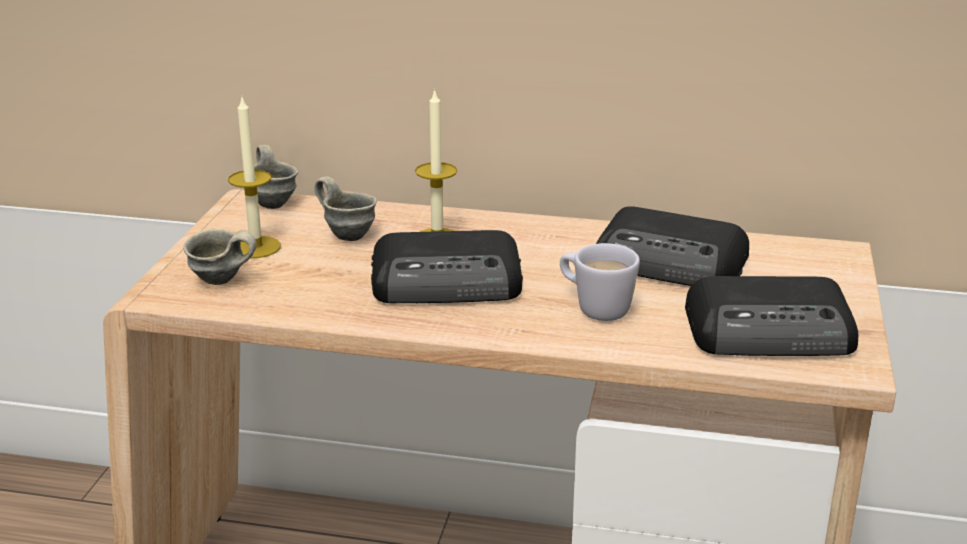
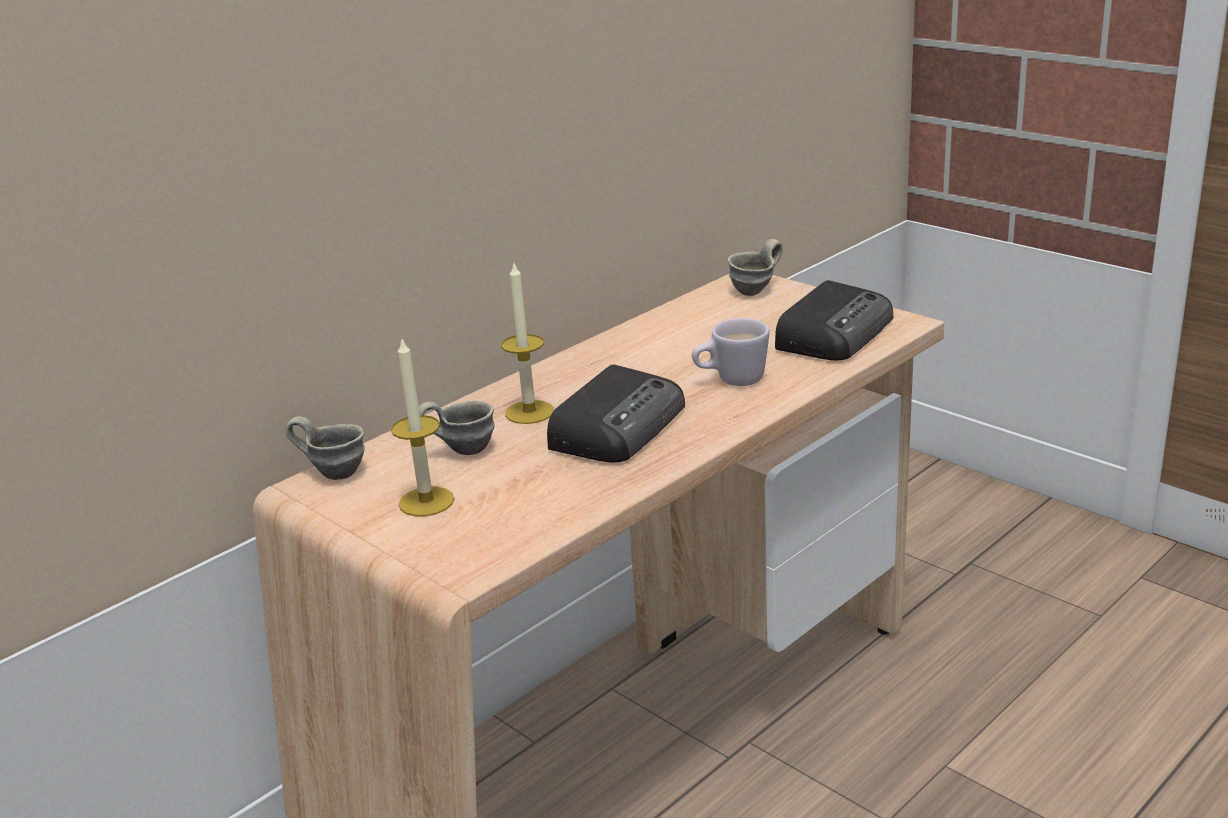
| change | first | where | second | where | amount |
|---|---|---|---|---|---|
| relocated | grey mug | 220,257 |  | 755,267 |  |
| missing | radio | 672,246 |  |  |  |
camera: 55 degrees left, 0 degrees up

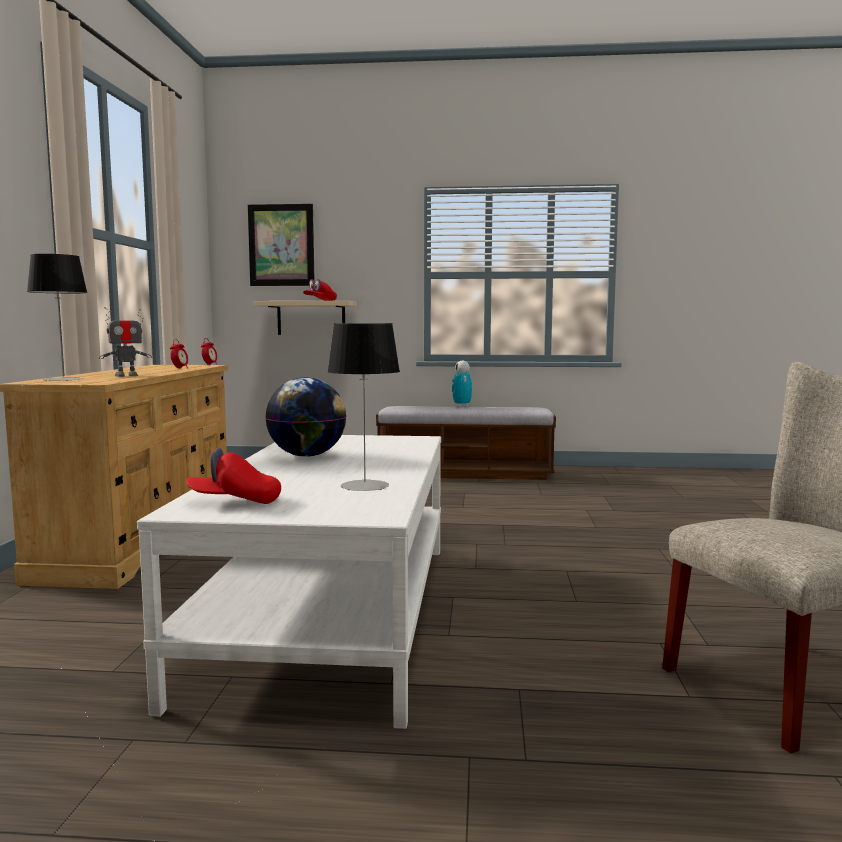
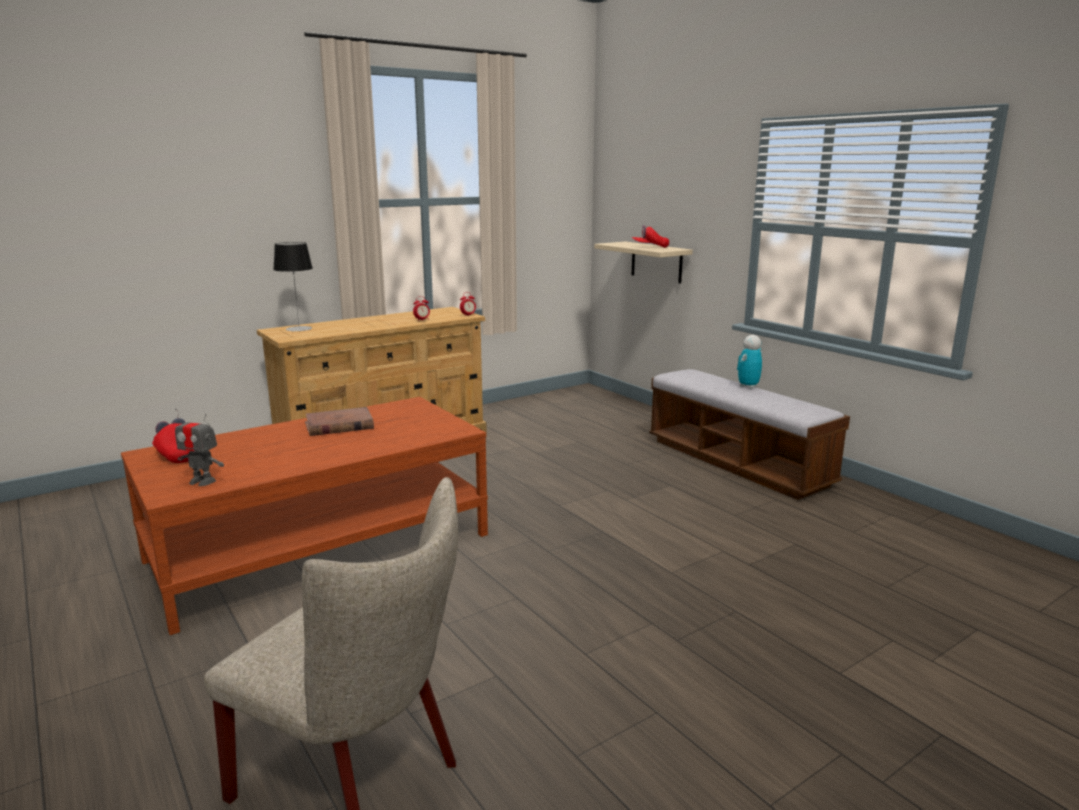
| change | first | where | second | where | amount |
|---|---|---|---|---|---|
| relocated | toy robot | 125,342 |  | 199,447 |  |
| colour | white coffee table | 289,582 | brown coffee table | 304,516 |  |
| missing | picture | 281,245 |  |  |  |
| exchanged | globe | 305,417 | brown book | 339,421 |  |
| missing | table lamp | 363,407 |  |  |  |
camera: 50 degrees right, 10 degrees up

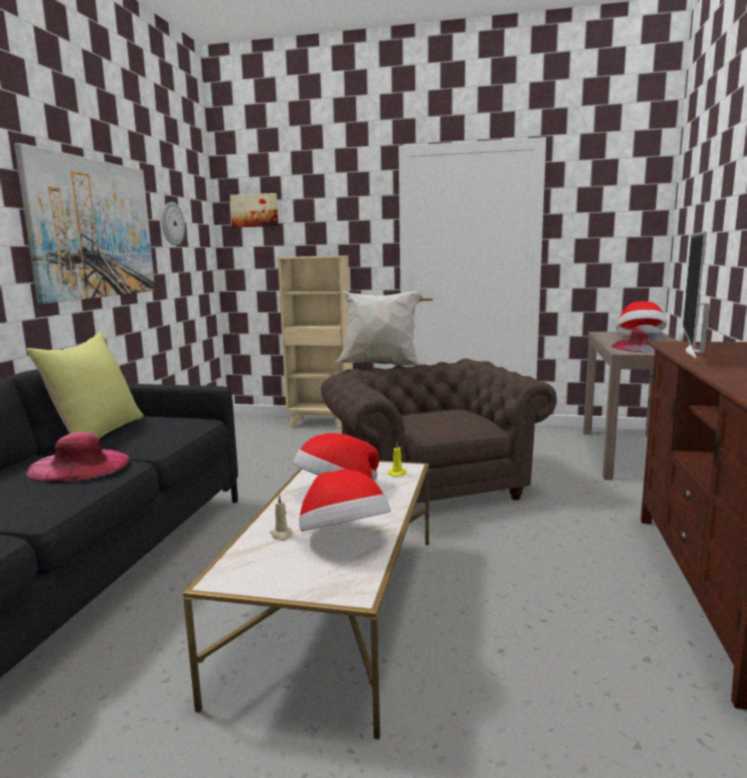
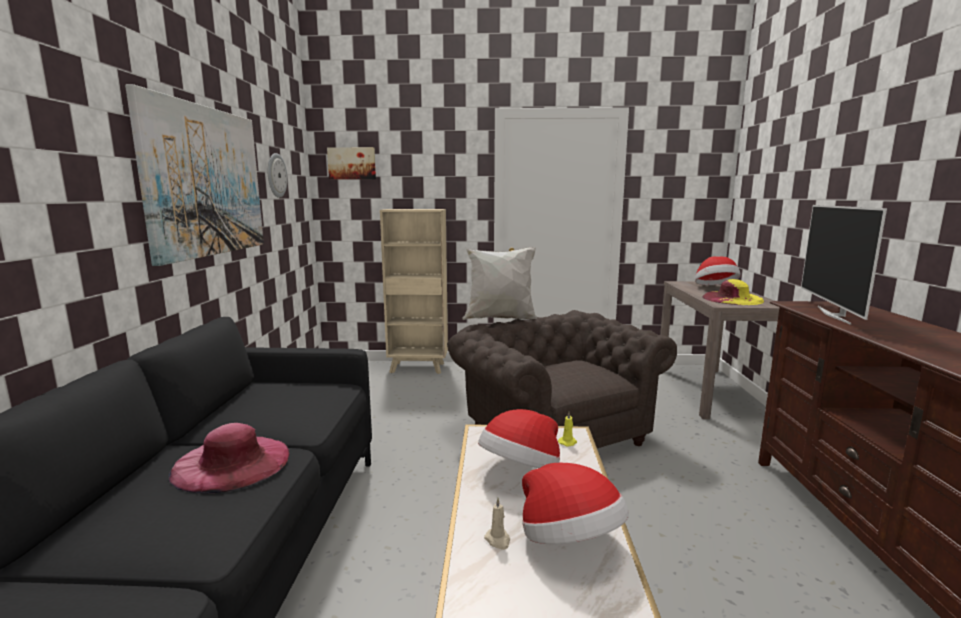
| change | first | where | second | where | amount |
|---|---|---|---|---|---|
| missing | yellow pillow | 85,385 |  |  |  |
| colour | grey hat | 637,339 | yellow hat | 733,292 |  |
camera: 10 degrees left, 0 degrees up

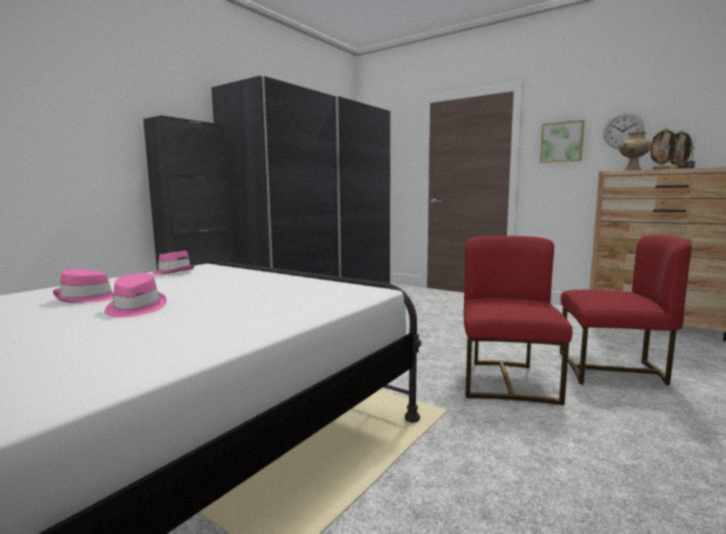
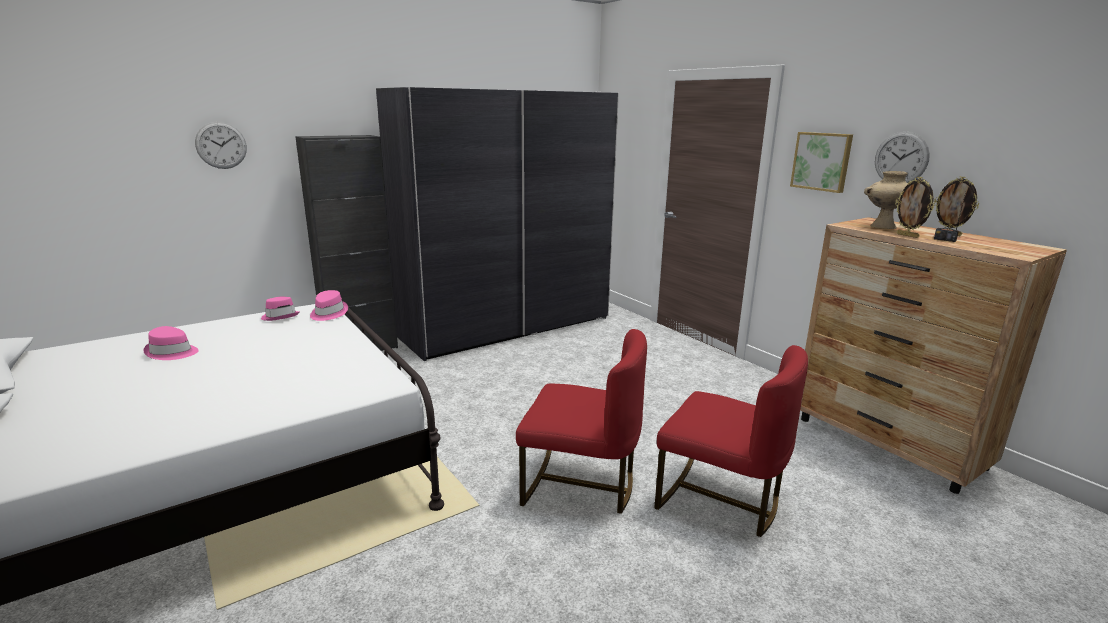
| change | first | where | second | where | amount |
|---|---|---|---|---|---|
| relocated | pink hat | 136,295 |  | 329,305 |  |
| spun | red chair | 518,320 |  | 581,421 | 75 degrees clockwise |
| appeared |  |  | wall clock | 221,145 |  |
camera: 20 degrees right, 10 degrees up

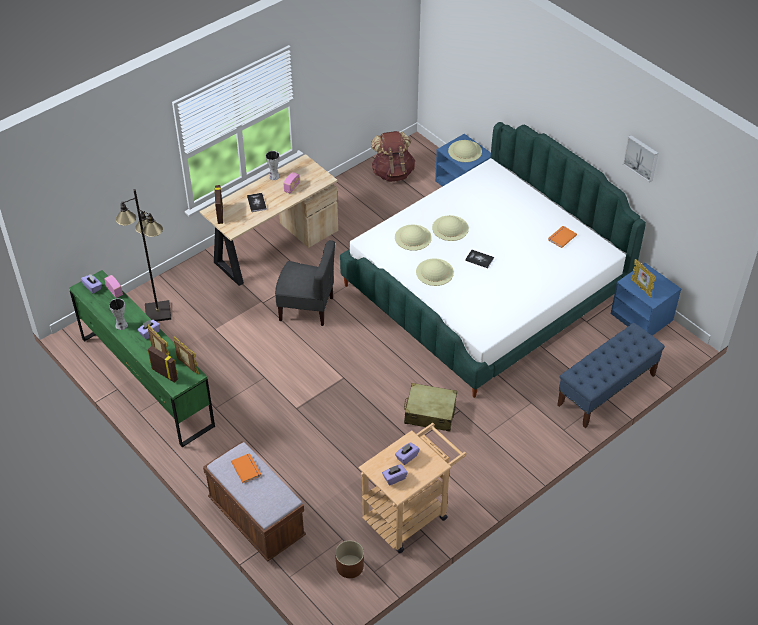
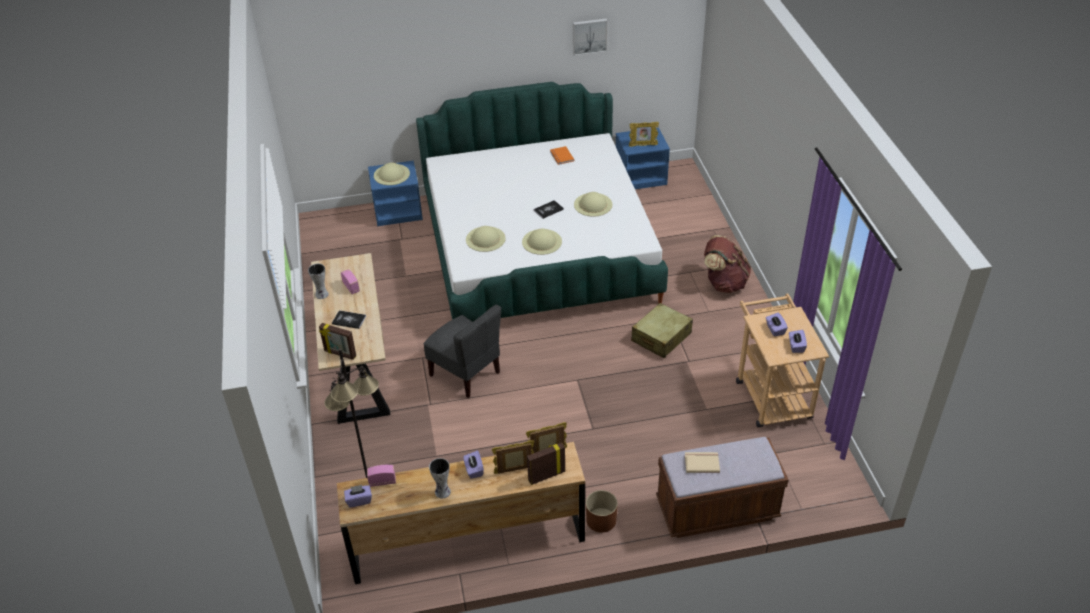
| change | first | where | second | where | amount |
|---|---|---|---|---|---|
| colour | green dresser | 142,359 | brown dresser | 461,513 |  |
| colour | orange book | 246,468 | beige book | 702,462 |  |
| spun | grey chair | 305,283 |  | 462,351 | 90 degrees clockwise |
| relocated | brown planter | 349,559 |  | 602,511 |  |
| relocated | brown backpack | 393,156 |  | 727,264 |  |
| relocated | beige hat | 450,228 |  | 593,204 |  |
| missing | blue bench | 611,375 |  |  |  |
camera: 60 degrees left, 5 degrees down

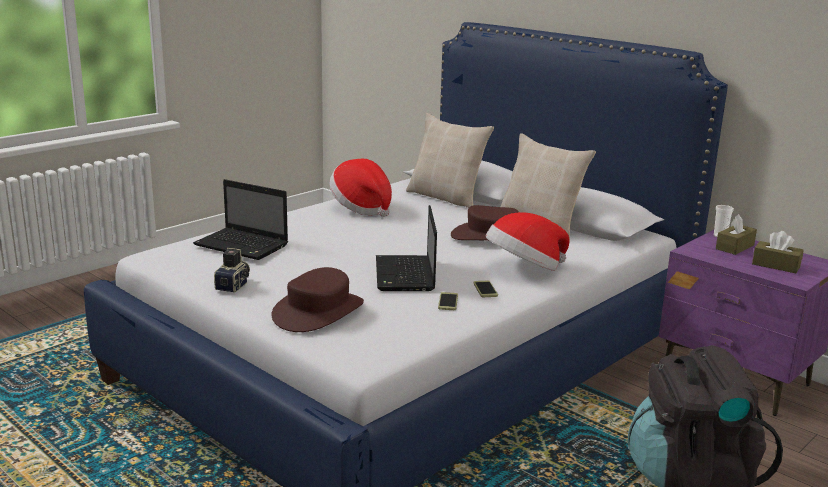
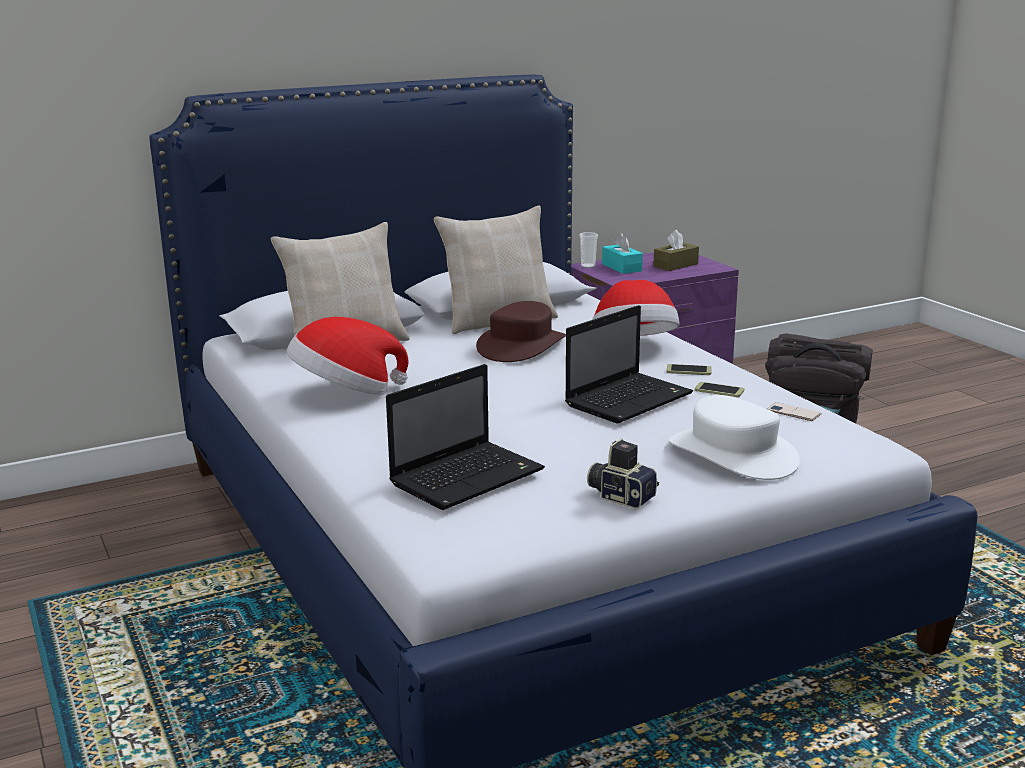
| change | first | where | second | where | amount |
|---|---|---|---|---|---|
| colour | brown hat | 317,299 | white hat | 734,437 |  |
| spun | laptop | 406,248 |  | 629,364 | 60 degrees counterclockwise |
| colour | brown tissue box | 736,234 | turquoise tissue box | 622,253 |  |
| appeared |  |  | phone | 794,411 |  |
camera: 70 degrees left, 0 degrees up

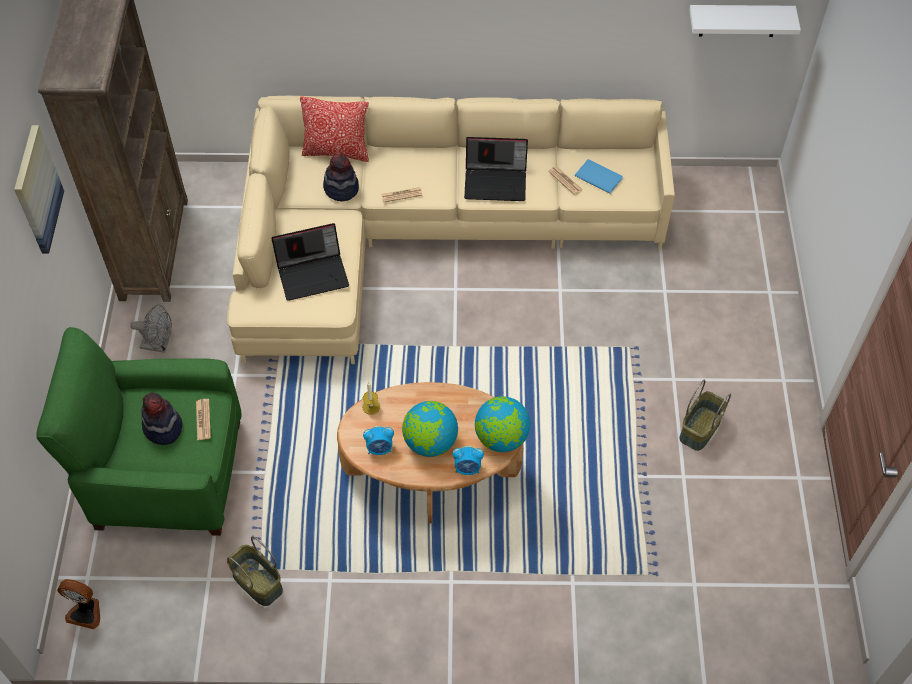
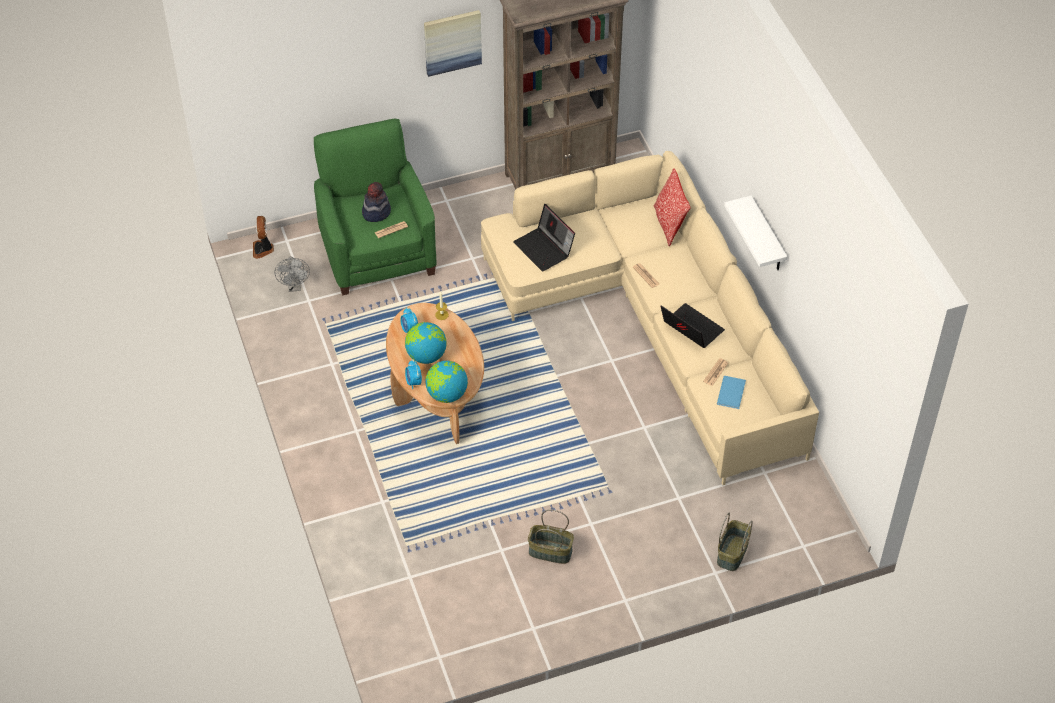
| change | first | where | second | where | amount |
|---|---|---|---|---|---|
| relocated | grey fan | 151,329 |  | 292,274 |  |
| relocated | basket | 255,571 |  | 735,542 |  |
| missing | hat | 341,178 |  |  |  |
| spun | laptop | 496,169 |  | 693,325 | 150 degrees clockwise |
| relocated | white shelf | 745,21 |  | 755,233 |  |
camera: 70 degrees right, 5 degrees down

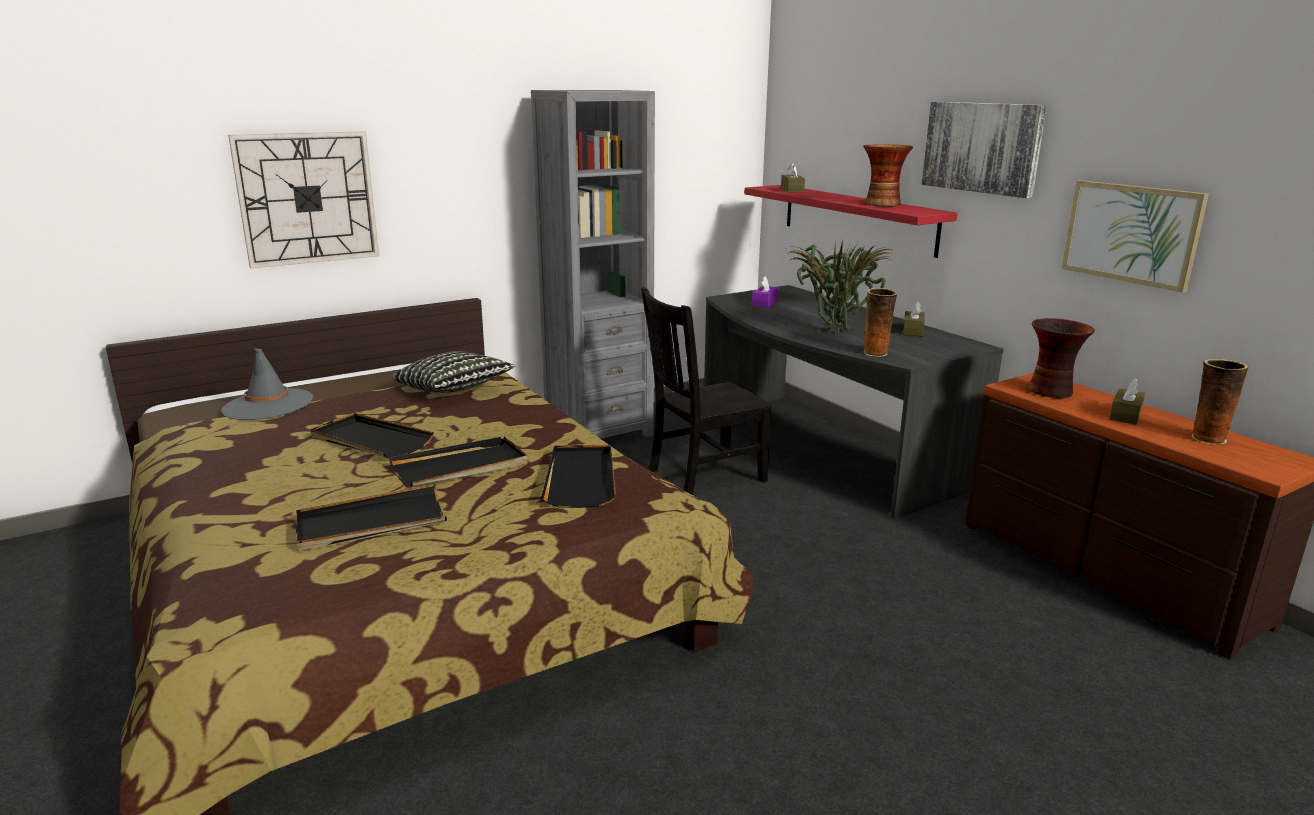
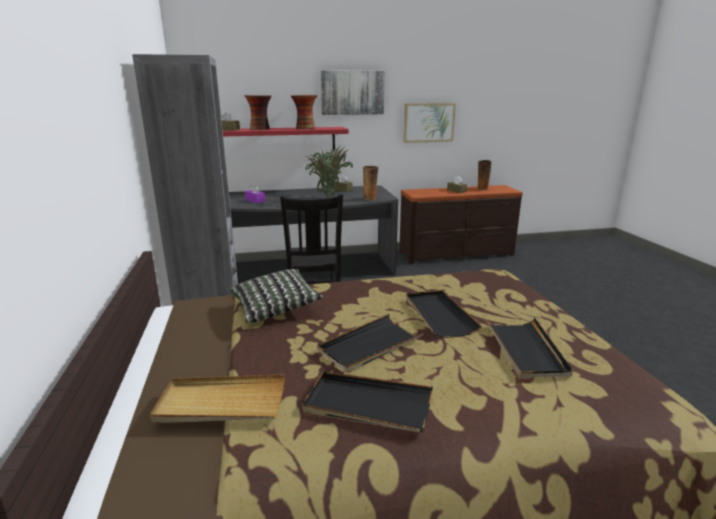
| change | first | where | second | where | amount |
|---|---|---|---|---|---|
| exchanged | grey hat | 267,384 | beige tray | 217,398 |  |
| missing | wall clock | 303,199 |  |  |  |
| relocated | black tray | 578,476 |  | 367,401 |  |
| relocated | vase | 1061,358 |  | 257,112 |  |
camera: 70 degrees left, 0 degrees up

